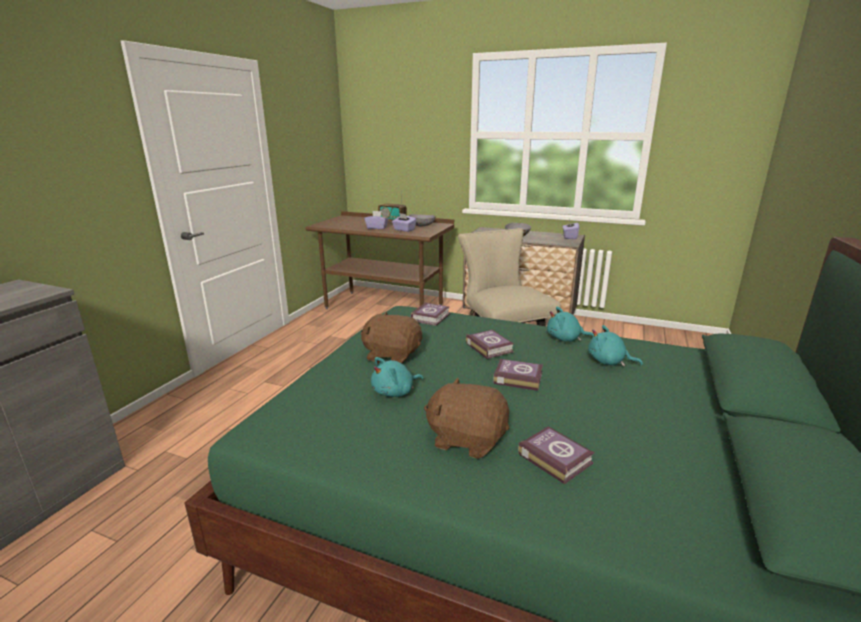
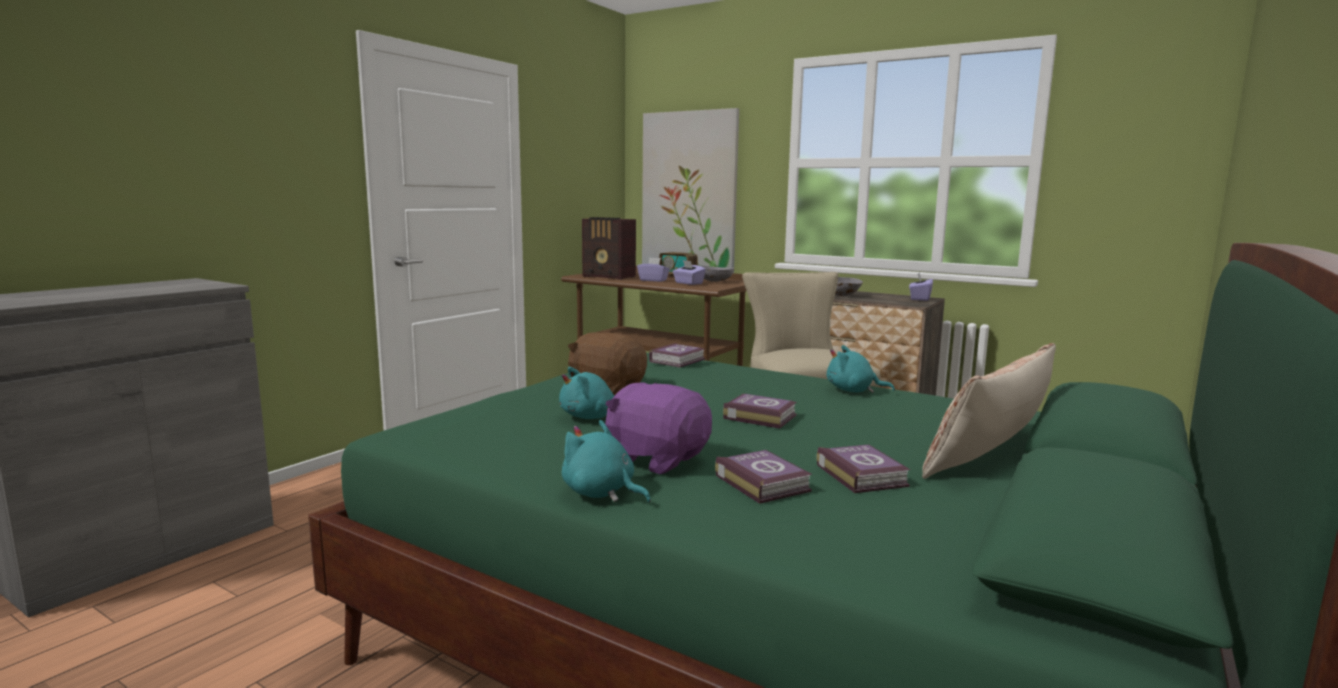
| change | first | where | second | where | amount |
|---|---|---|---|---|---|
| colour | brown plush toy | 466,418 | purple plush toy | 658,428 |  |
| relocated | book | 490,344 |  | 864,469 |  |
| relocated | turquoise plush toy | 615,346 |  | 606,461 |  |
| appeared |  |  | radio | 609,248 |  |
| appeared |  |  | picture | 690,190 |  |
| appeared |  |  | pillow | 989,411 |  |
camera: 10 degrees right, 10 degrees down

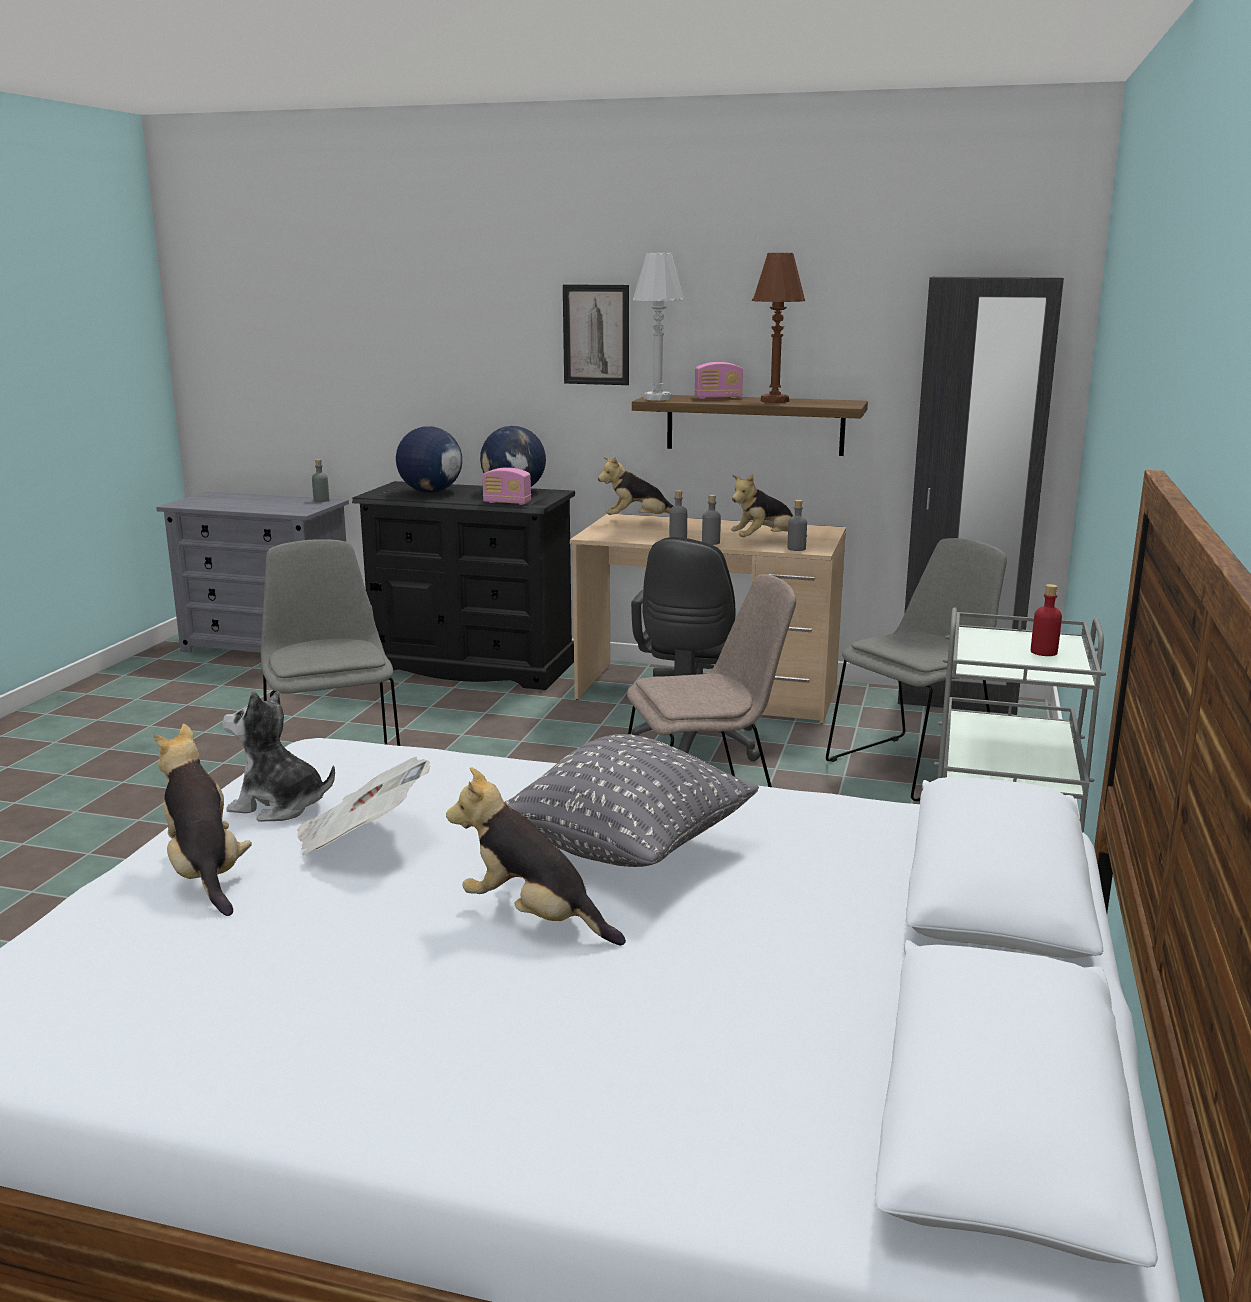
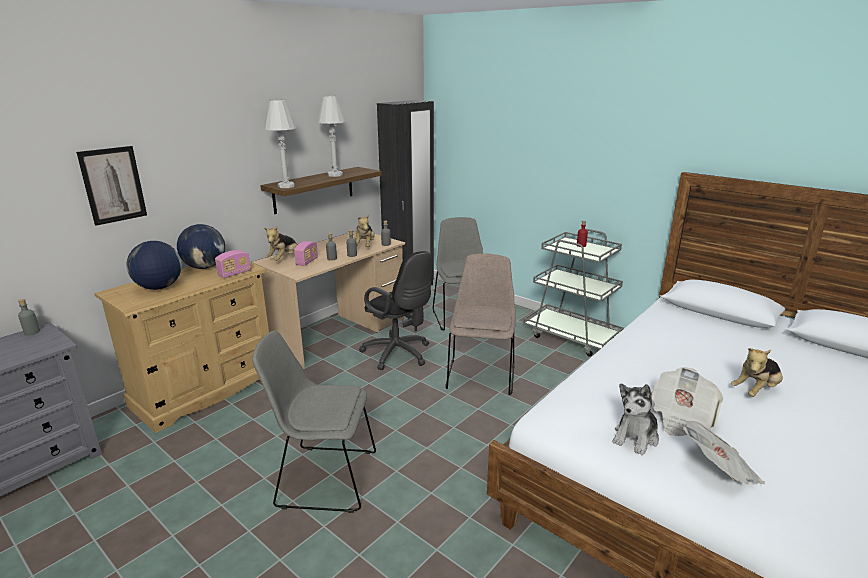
| change | first | where | second | where | amount |
|---|---|---|---|---|---|
| exchanged | plush toy | 202,820 | newspaper | 723,452 |  |
| colour | black dresser | 463,585 | beige dresser | 181,348 |  |
| missing | grey pillow | 632,800 |  |  |  |
| relocated | picture | 596,334 |  | 111,186 |  |
| relocated | radio | 718,380 |  | 306,253 |  |
| colour | brown table lamp | 778,328 | white table lamp | 331,136 |  |
camera: 65 degrees left, 5 degrees up

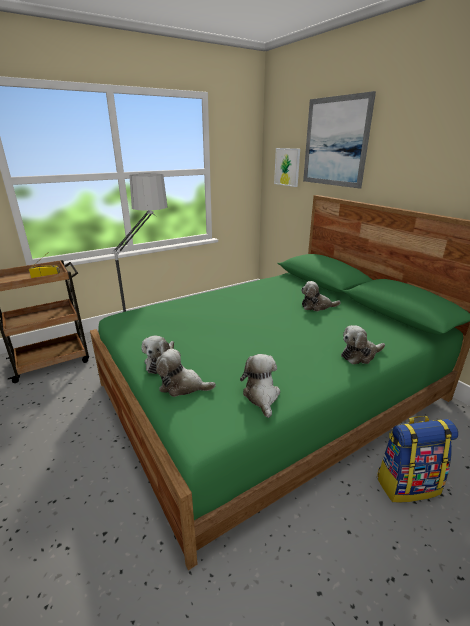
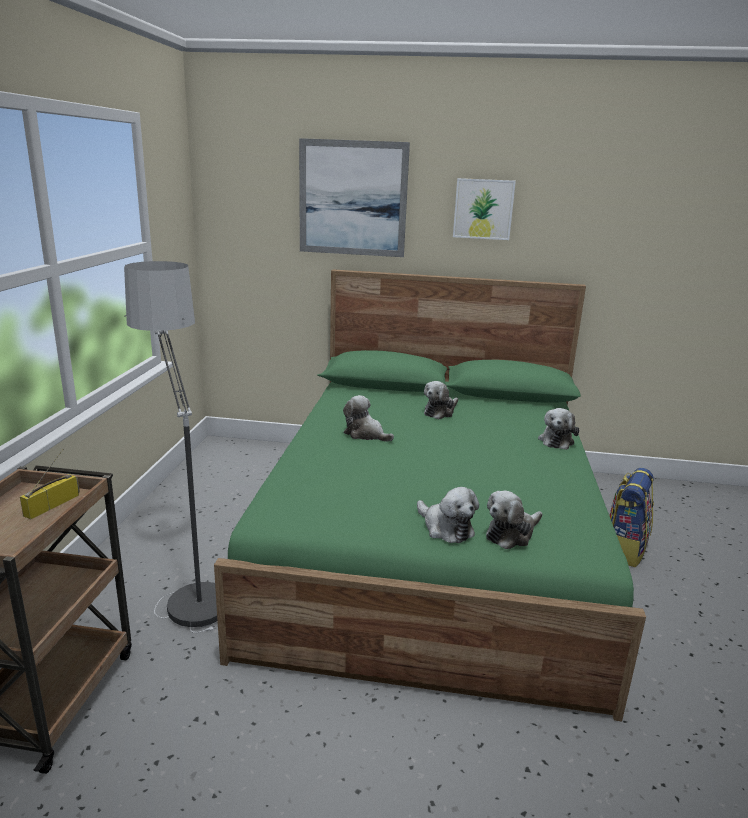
| change | first | where | second | where | amount |
|---|---|---|---|---|---|
| relocated | plush toy | 260,386 |  | 368,418 |  |
| relocated | picture | 287,167 |  | 484,209 |  |
camera: 50 degrees left, 5 degrees down

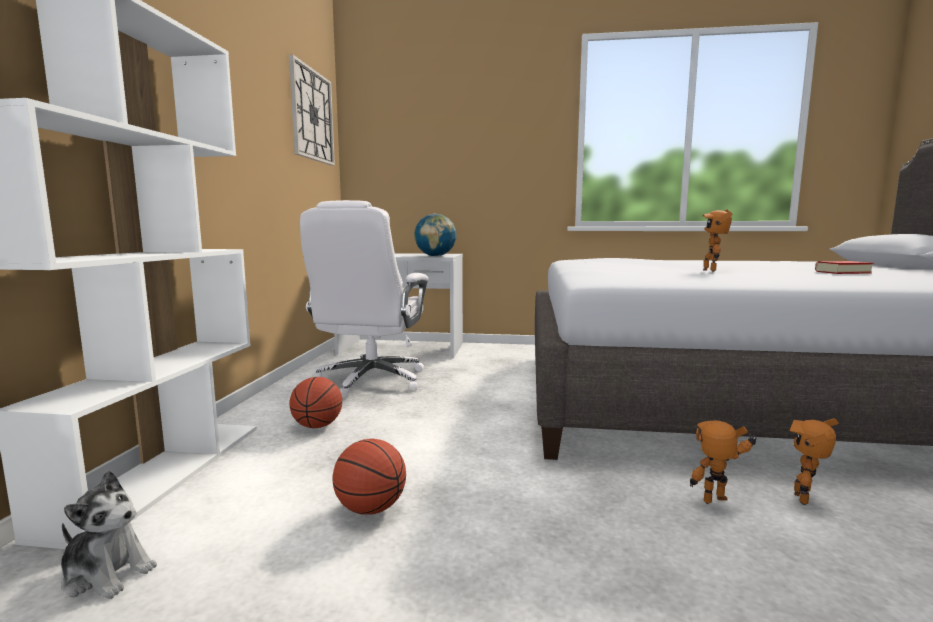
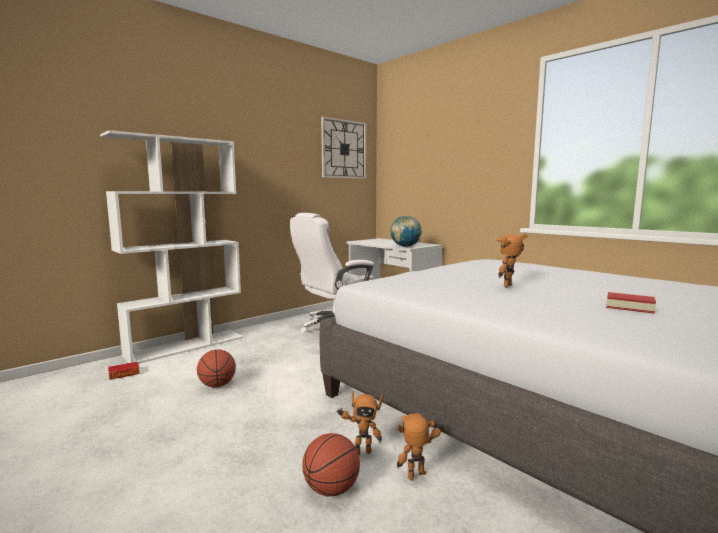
| change | first | where | second | where | amount |
|---|---|---|---|---|---|
| exchanged | plush toy | 109,535 | book | 124,371 |  |
| relocated | basketball | 315,402 |  | 331,464 |  |
| spun | toy robot | 723,462 |  | 360,422 | 135 degrees clockwise |
camera: 40 degrees right, 0 degrees up

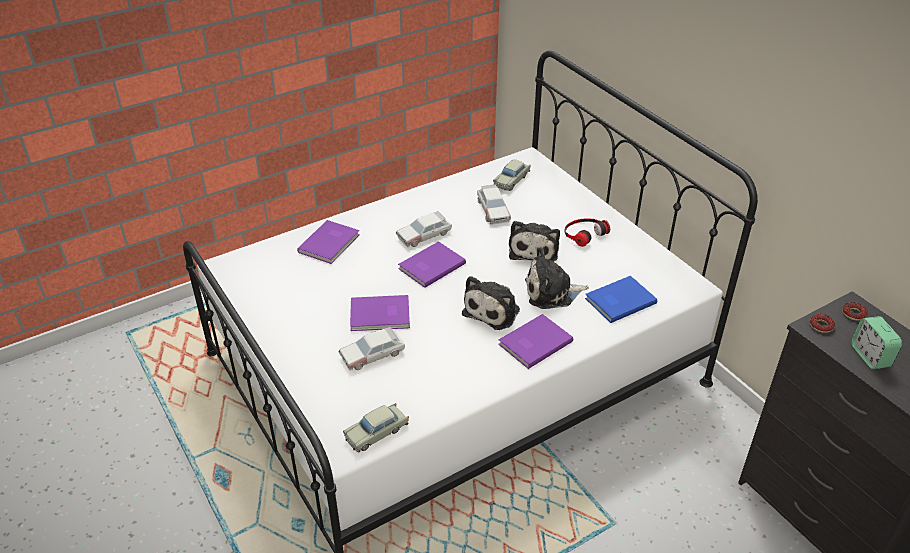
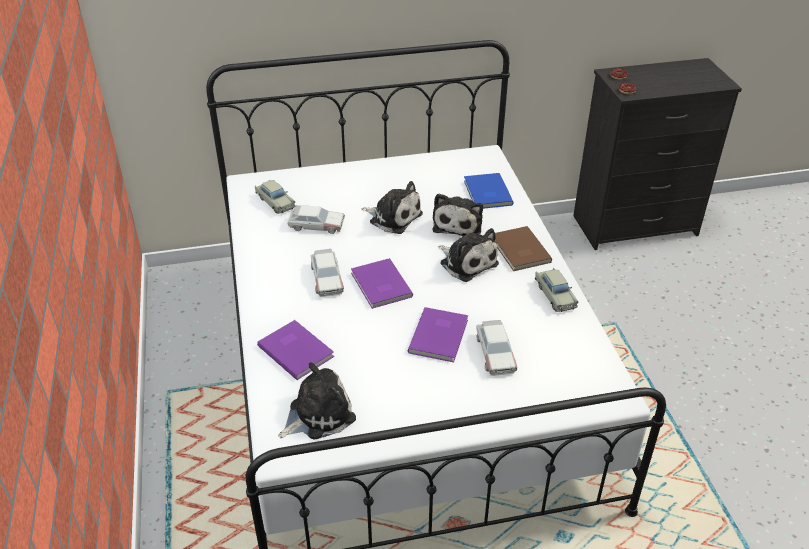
| change | first | where | second | where | amount |
|---|---|---|---|---|---|
| relocated | beige toy car | 376,428 |  | 557,290 |  |
| colour | purple book | 535,341 | brown book | 523,248 |  |
| missing | headphones | 587,232 |  |  |  |
| missing | alarm clock | 876,342 |  |  |  |
| appeared |  |  | plush toy | 317,401 |  |
camera: 70 degrees left, 0 degrees up

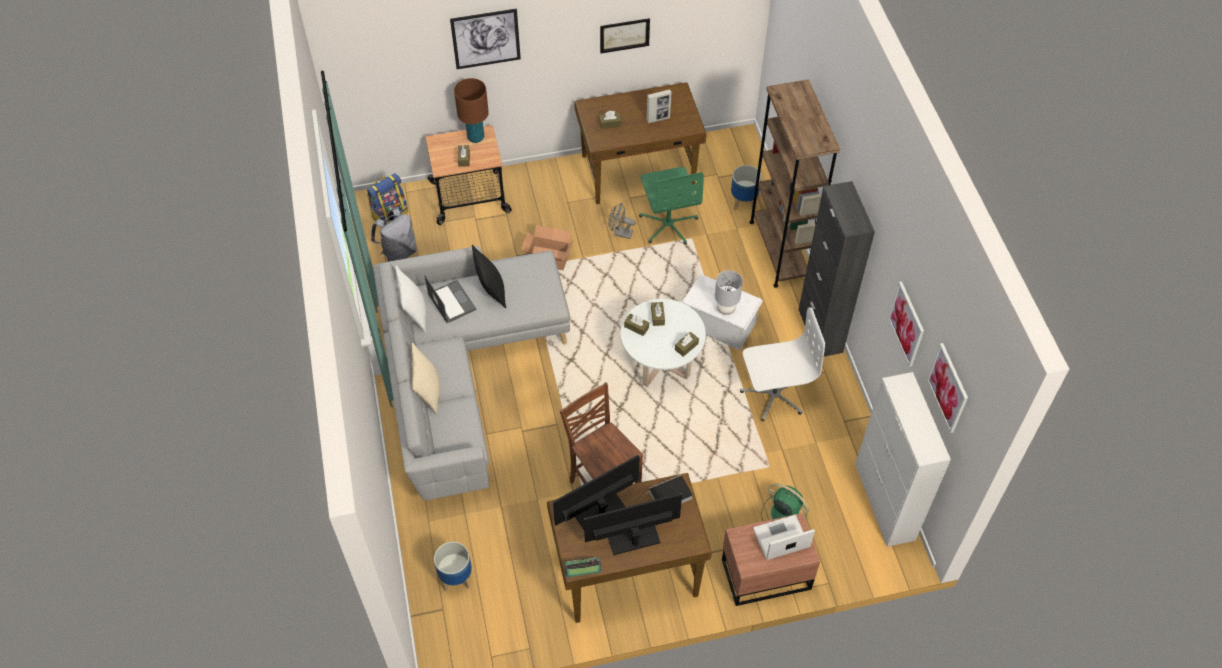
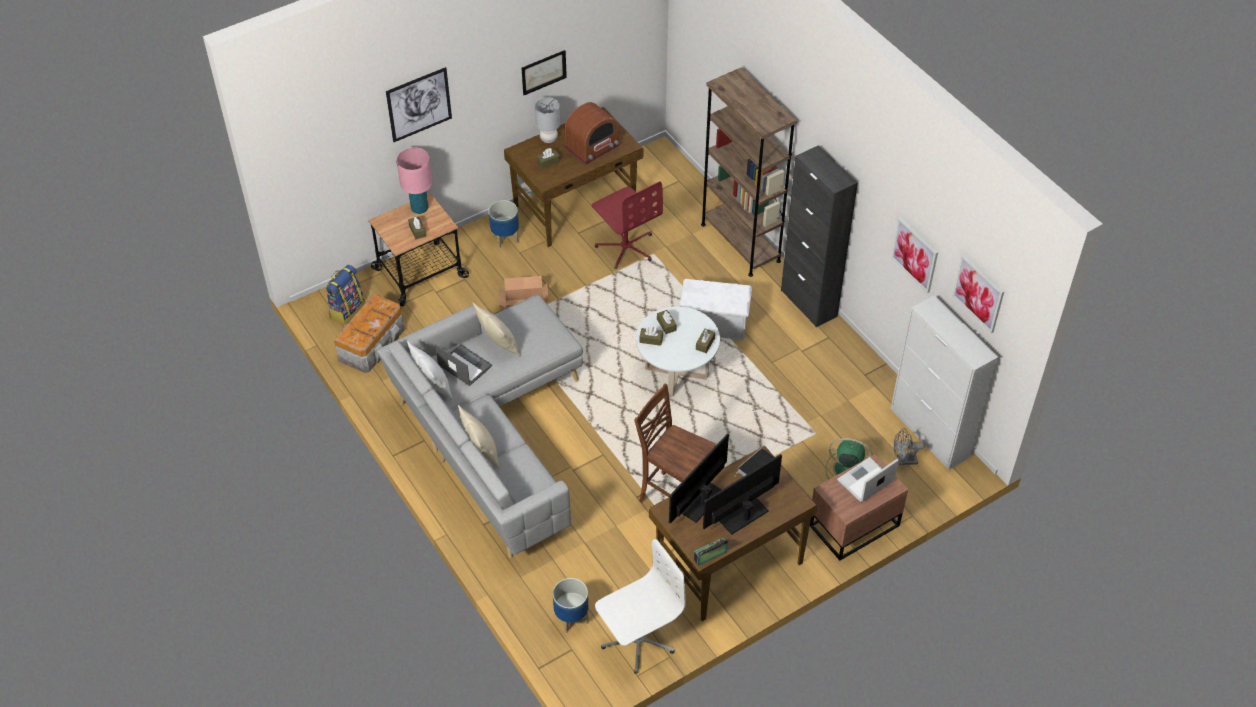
| change | first | where | second | where | amount |
|---|---|---|---|---|---|
| exchanged | grey backpack | 394,235 | storage box | 369,333 |  |
| colour | brown table lamp | 471,110 | pink table lamp | 414,181 |  |
| colour | black pillow | 489,276 | beige pillow | 496,330 |  |
| relocated | grey fan | 622,221 |  | 909,446 |  |
| colour | green office chair | 671,206 | red office chair | 627,225 |  |
| exchanged | picture frame | 659,106 | radio | 592,133 |  |
| relocated | grey table lamp | 729,292 |  | 547,120 |  |
| relocated | planter | 746,187 |  | 504,224 |  |
| relocated | white office chair | 782,364 |  | 640,606 |  |
camera: 20 degrees left, 5 degrees down

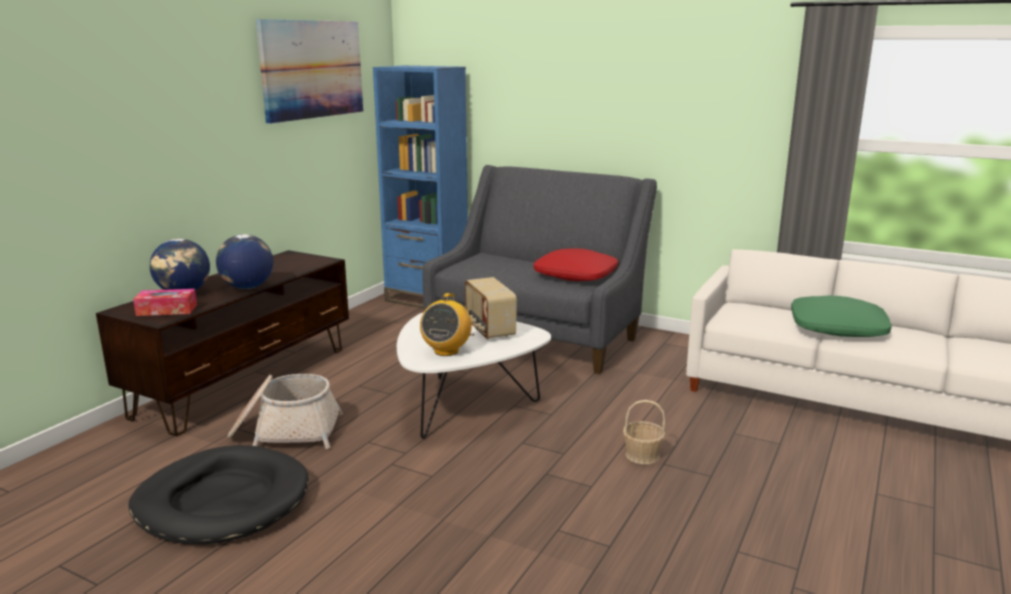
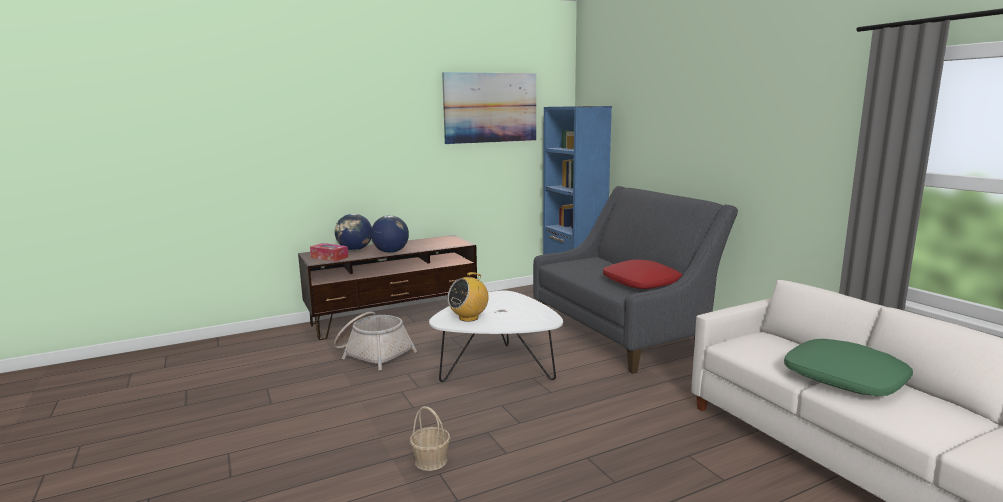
| change | first | where | second | where | amount |
|---|---|---|---|---|---|
| missing | black dog bed | 218,495 |  |  |  |
| missing | radio | 491,308 |  |  |  |
| relocated | basket | 644,432 |  | 430,438 |  |
camera: 35 degrees right, 5 degrees down

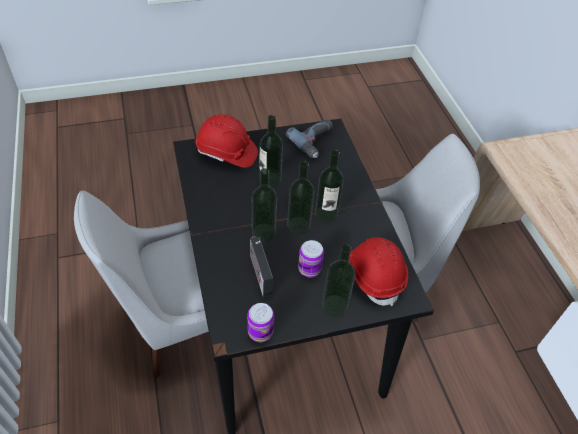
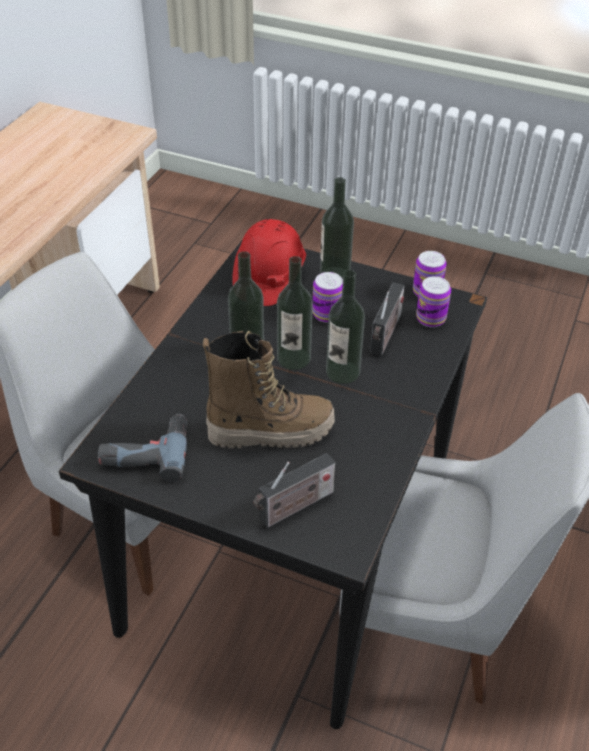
| change | first | where | second | where | amount |
|---|---|---|---|---|---|
| exchanged | red hard hat | 227,141 | radio | 294,490 |  |
| exchanged | bottle | 271,151 | boot | 269,389 |  |
| appeared |  |  | can | 433,301 |  |
camera: 140 degrees left, 5 degrees down

